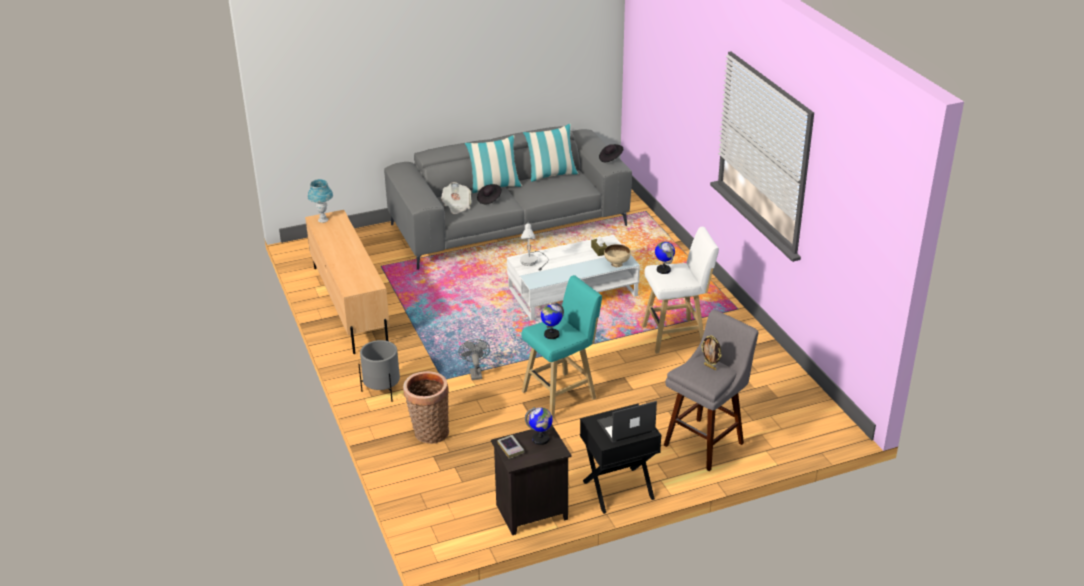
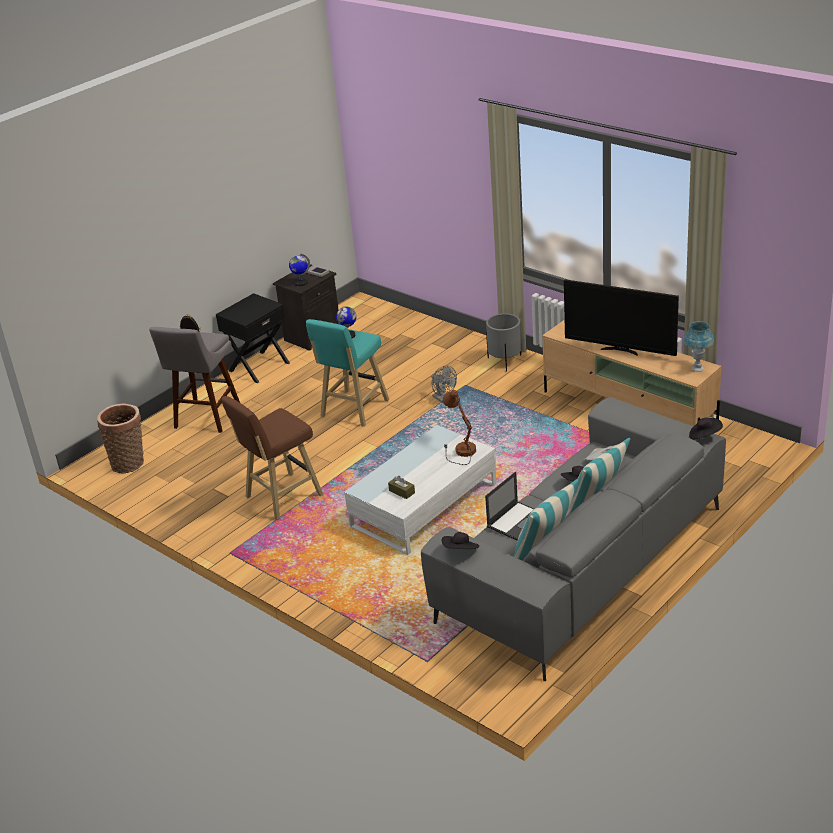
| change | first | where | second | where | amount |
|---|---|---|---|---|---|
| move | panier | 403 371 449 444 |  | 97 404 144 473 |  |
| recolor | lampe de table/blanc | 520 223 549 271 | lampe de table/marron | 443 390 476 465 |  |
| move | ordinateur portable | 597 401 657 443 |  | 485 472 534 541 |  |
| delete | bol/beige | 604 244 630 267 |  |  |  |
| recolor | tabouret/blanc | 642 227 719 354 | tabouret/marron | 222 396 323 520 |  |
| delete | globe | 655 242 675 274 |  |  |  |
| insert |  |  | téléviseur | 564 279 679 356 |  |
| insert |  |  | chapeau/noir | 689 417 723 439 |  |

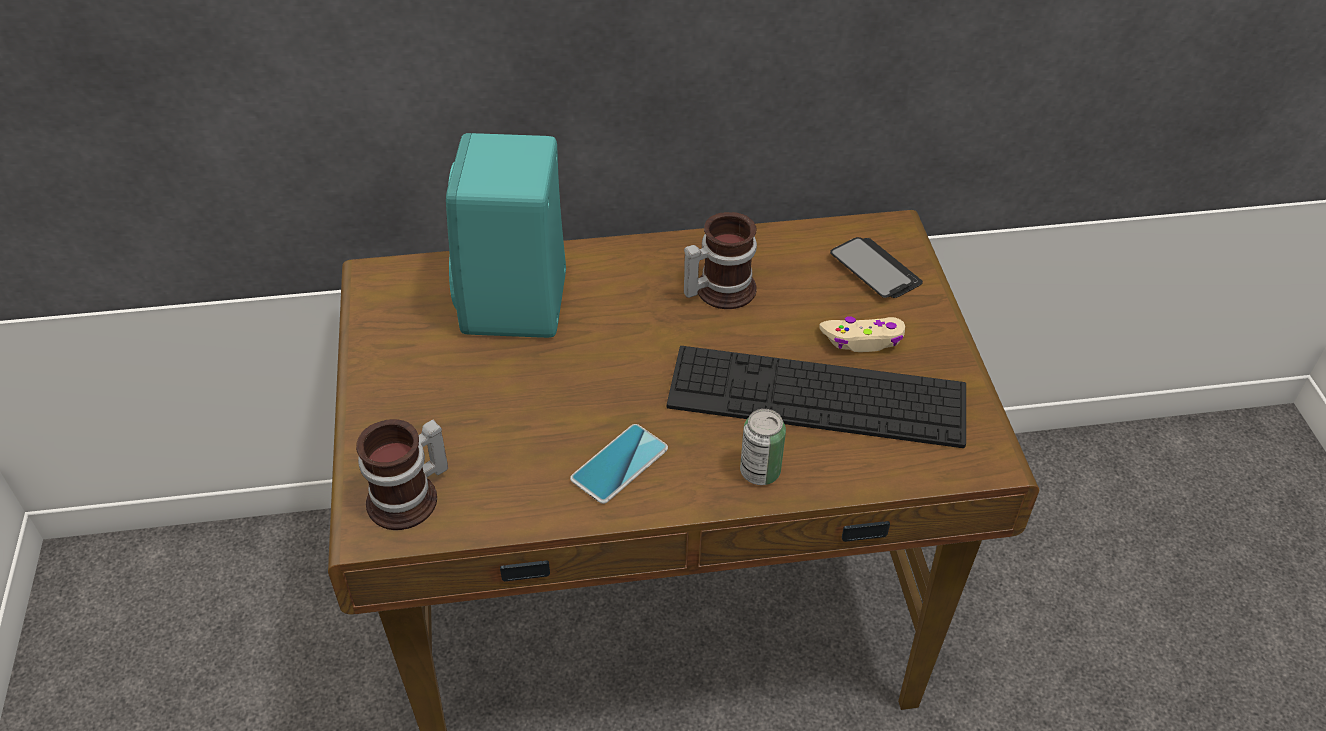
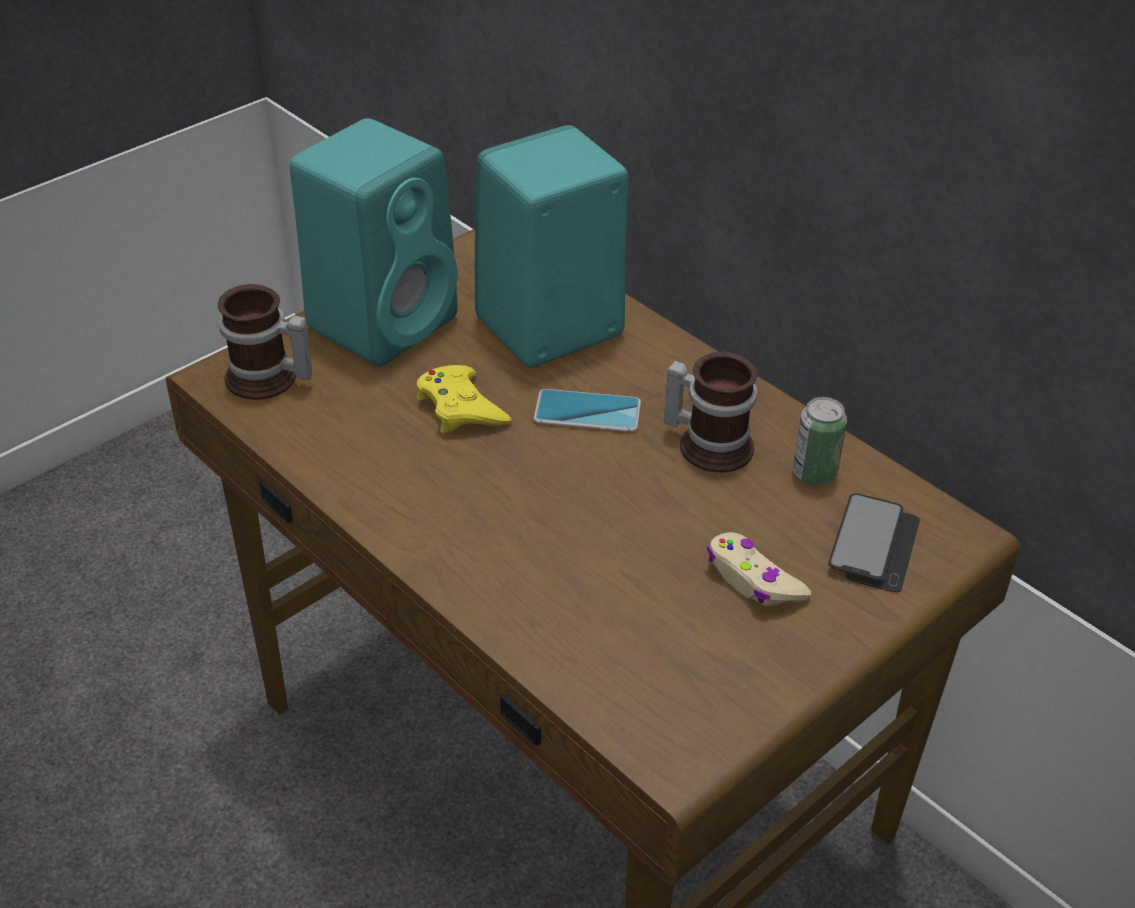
| change | first | where | second | where | amount |
|---|---|---|---|---|---|
| move | téléphone | 570 424 668 504 |  | 534 389 641 432 |  |
| delete | clavier | 667 346 966 448 |  |  |  |
| move | boîte métallique | 740 409 786 485 |  | 793 397 847 485 |  |
| insert |  |  | enceinte/turquoise | 290 118 457 366 |  |
| insert |  |  | manette/jaune | 417 365 512 433 |  |

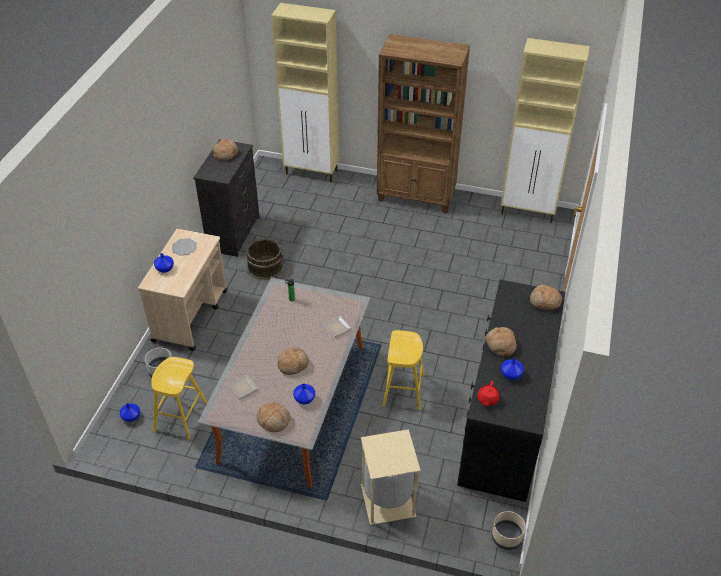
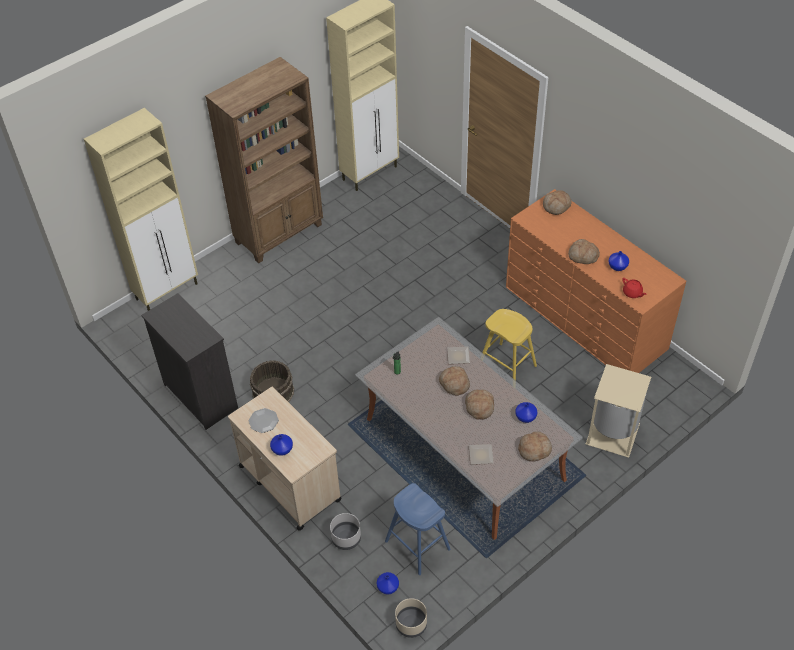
| change | first | where | second | where | amount |
|---|---|---|---|---|---|
| recolor | tabouret/jaune | 151 357 208 440 | tabouret/bleu | 385 483 451 575 |  |
| move | pain | 213 139 238 161 |  | 439 366 470 396 |  |
| recolor | commode/noir | 457 279 566 502 | commode/orange | 506 189 686 373 |  |
| move | cache-pot/beige | 492 511 525 550 |  | 395 598 427 638 |  |

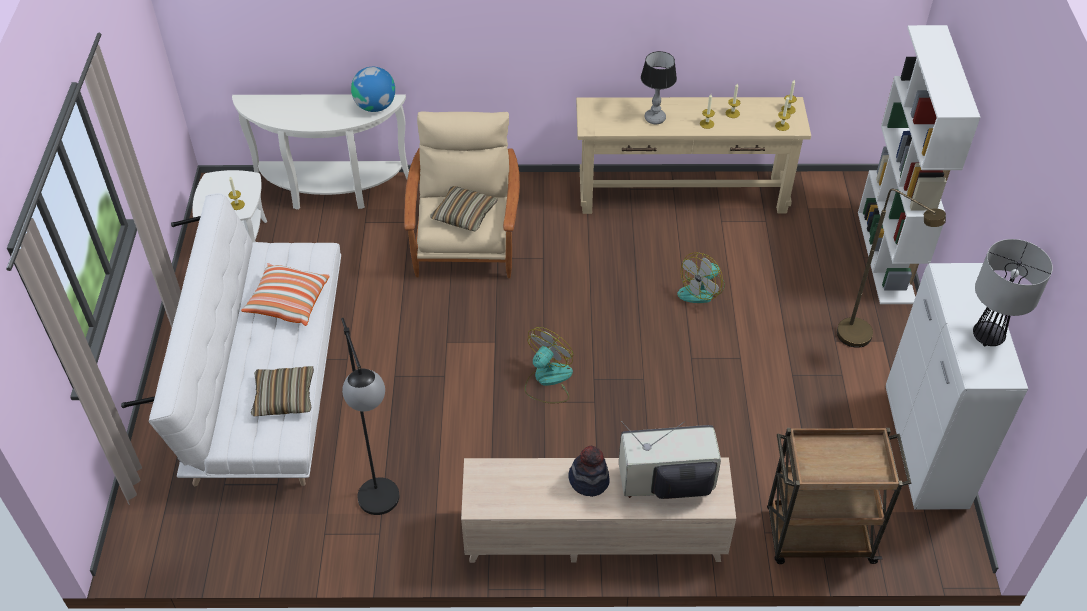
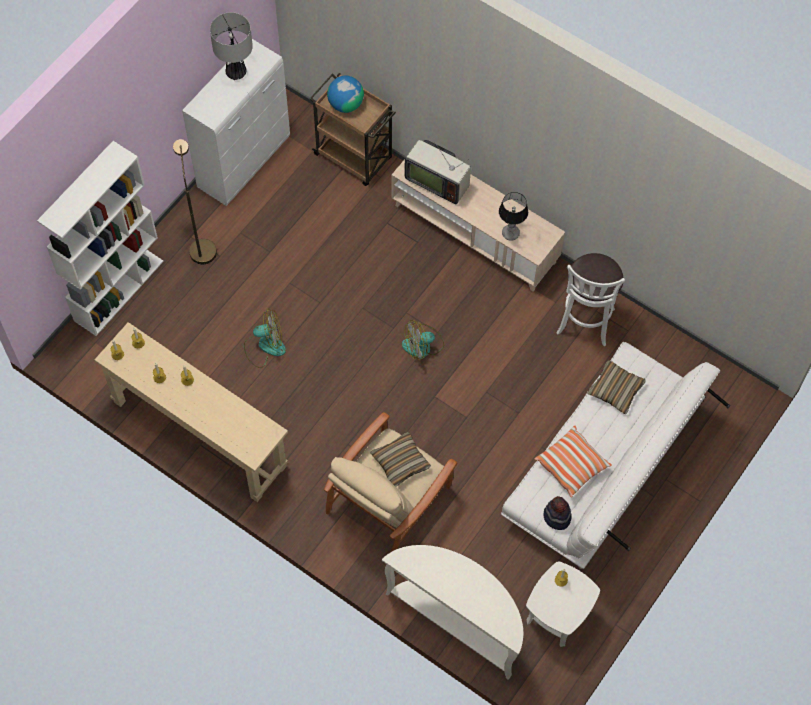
| change | first | where | second | where | amount |
|---|---|---|---|---|---|
| replace | lampadaire/noir | 341 318 399 515 | tabouret/blanc | 556 253 625 346 |  |
| move | globe | 351 67 395 112 |  | 327 75 364 113 |  |
| move | chapeau | 568 446 610 497 |  | 543 496 572 530 |  |
| move | lampe de table | 641 51 677 124 |  | 499 192 528 241 |  |

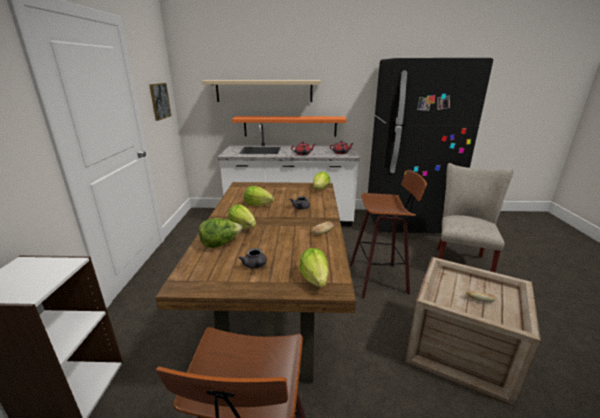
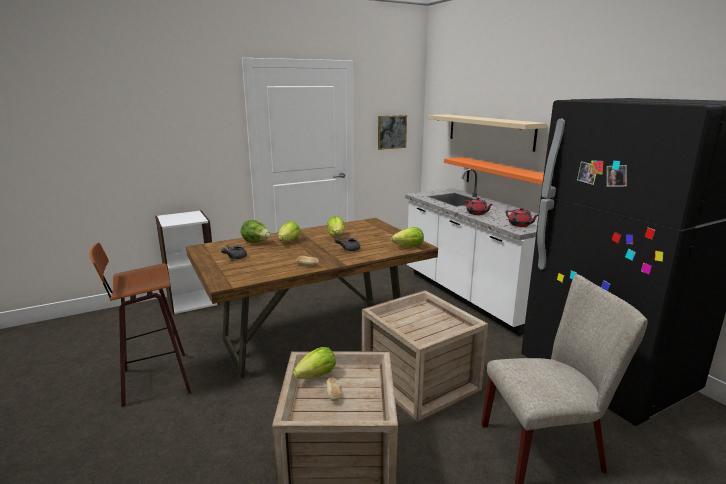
| change | first | where | second | where | amount |
|---|---|---|---|---|---|
| move | laitue | 299 248 329 287 |  | 293 347 336 379 |  |
| replace | tabouret | 350 170 427 299 | caisse | 362 290 488 422 |  |

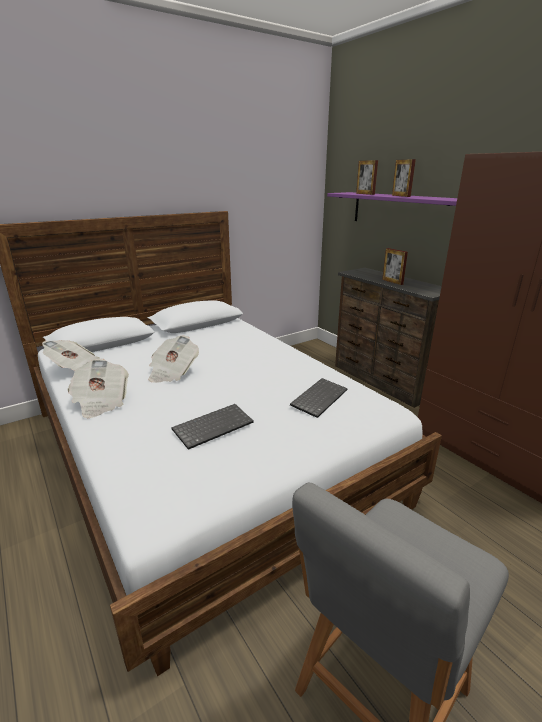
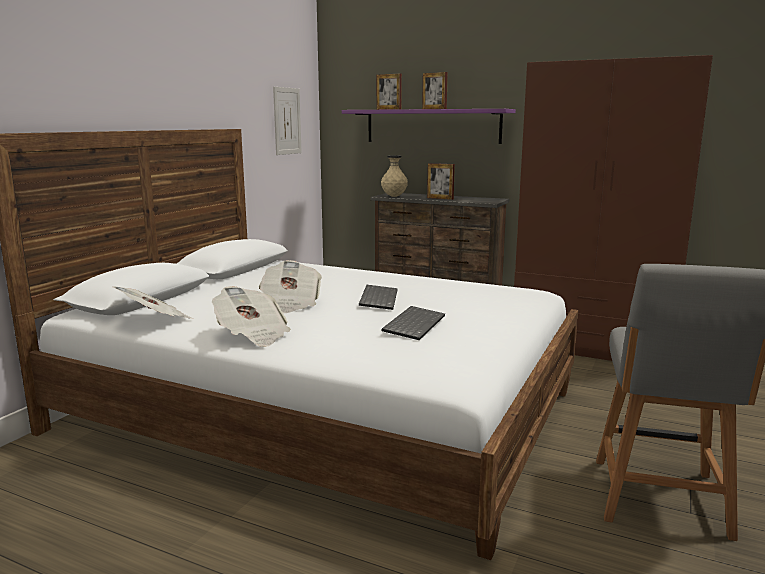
| change | first | where | second | where | amount |
|---|---|---|---|---|---|
| move | clavier | 290 378 348 418 |  | 359 285 398 310 |  |
| insert |  |  | tableau | 273 87 302 155 |  |
| insert |  |  | vase/beige | 381 155 408 197 |  |

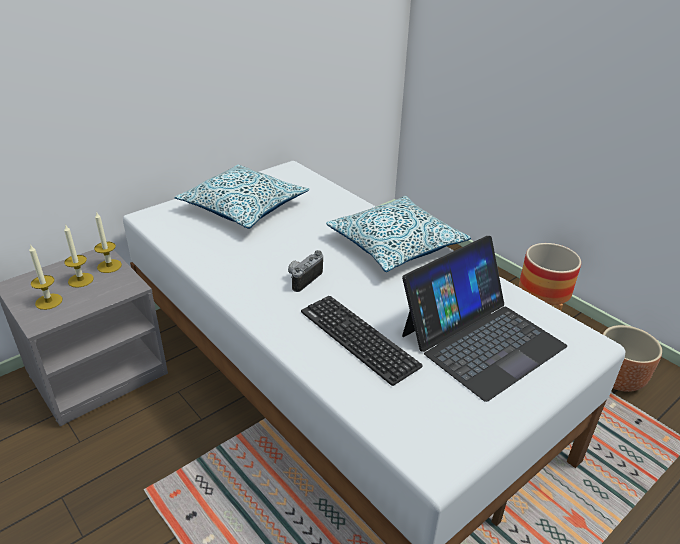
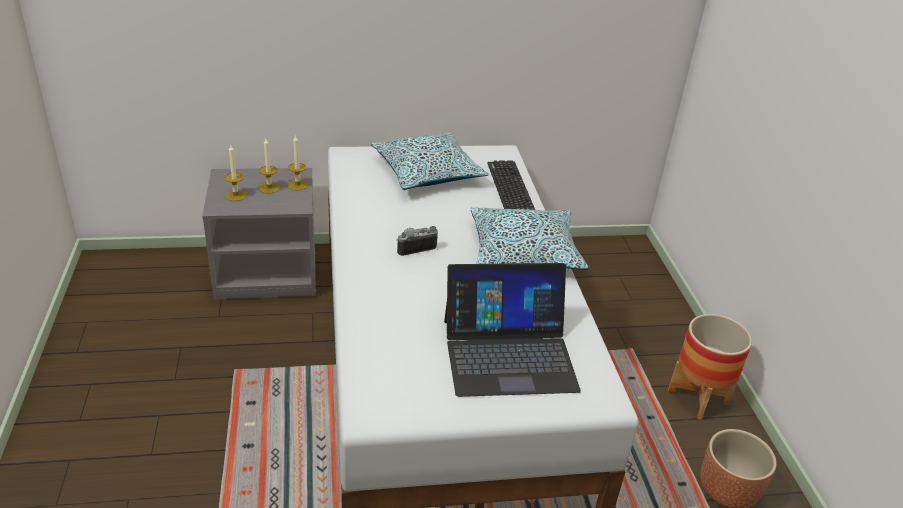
| change | first | where | second | where | amount |
|---|---|---|---|---|---|
| move | clavier | 301 296 423 386 |  | 487 160 535 210 |  |

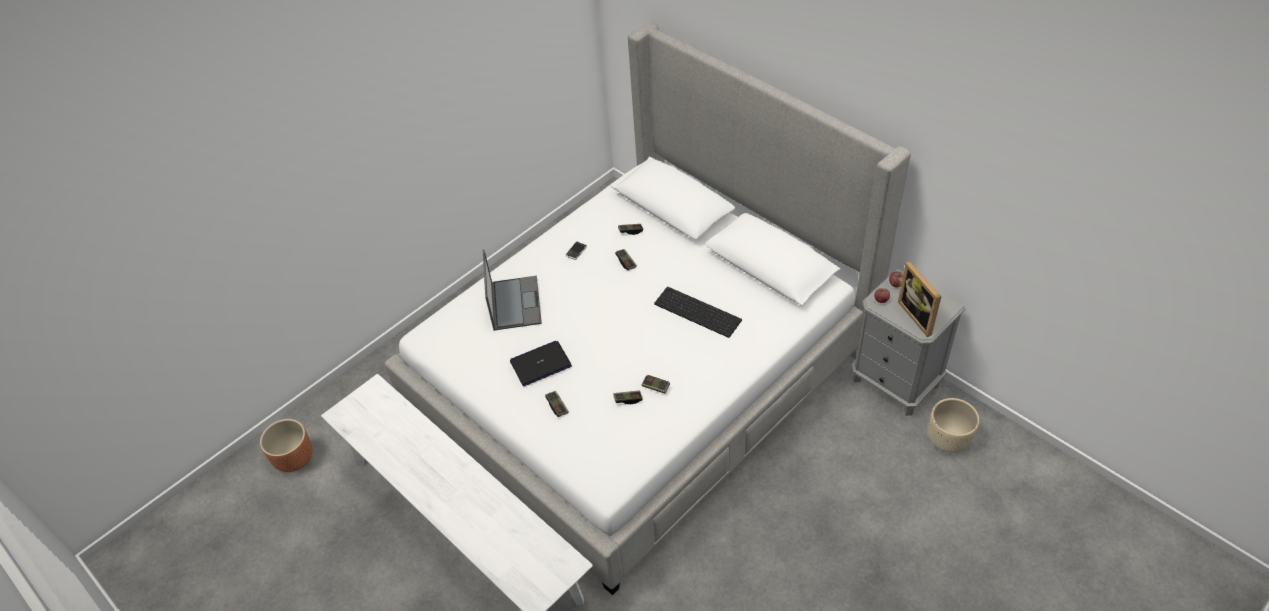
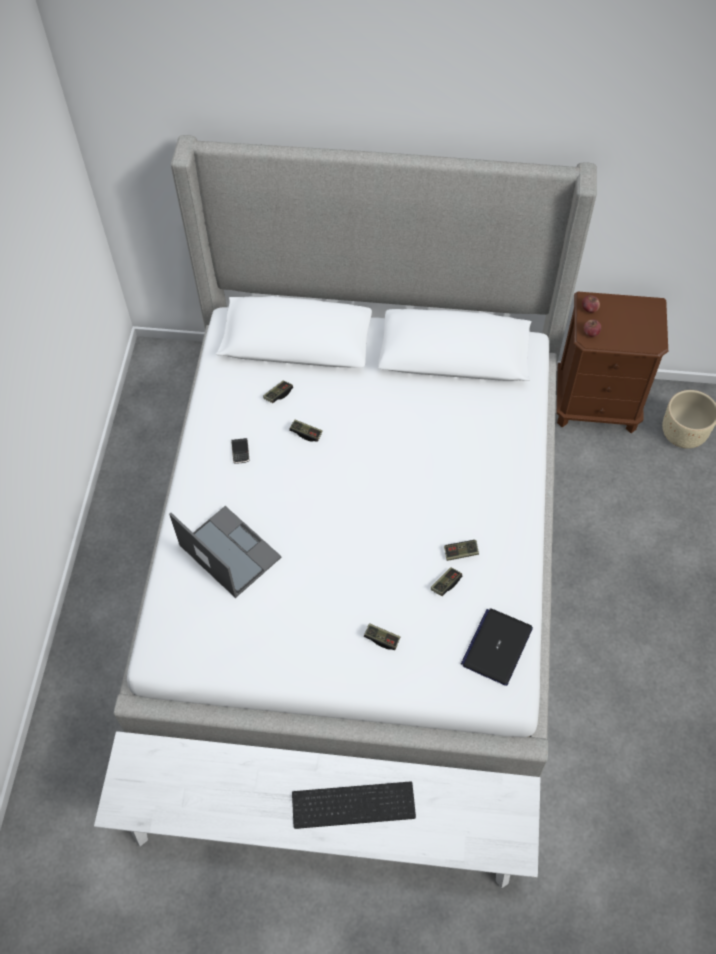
| change | first | where | second | where | amount |
|---|---|---|---|---|---|
| delete | cache-pot/marron | 260 419 313 472 |  |  |  |
| move | ordinateur portable | 510 341 572 386 |  | 461 609 533 686 |  |
| move | clavier | 654 287 742 338 |  | 292 781 416 829 |  |
| recolor | table de chevet/gris | 851 269 965 416 | table de chevet/marron | 557 291 668 433 |  |
| delete | cadre photo | 898 261 942 337 |  |  |  |

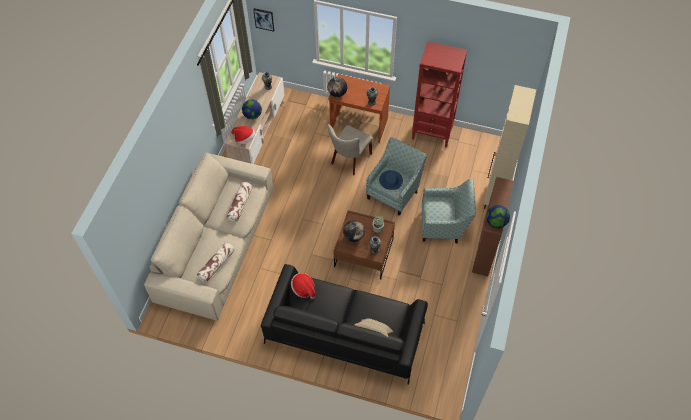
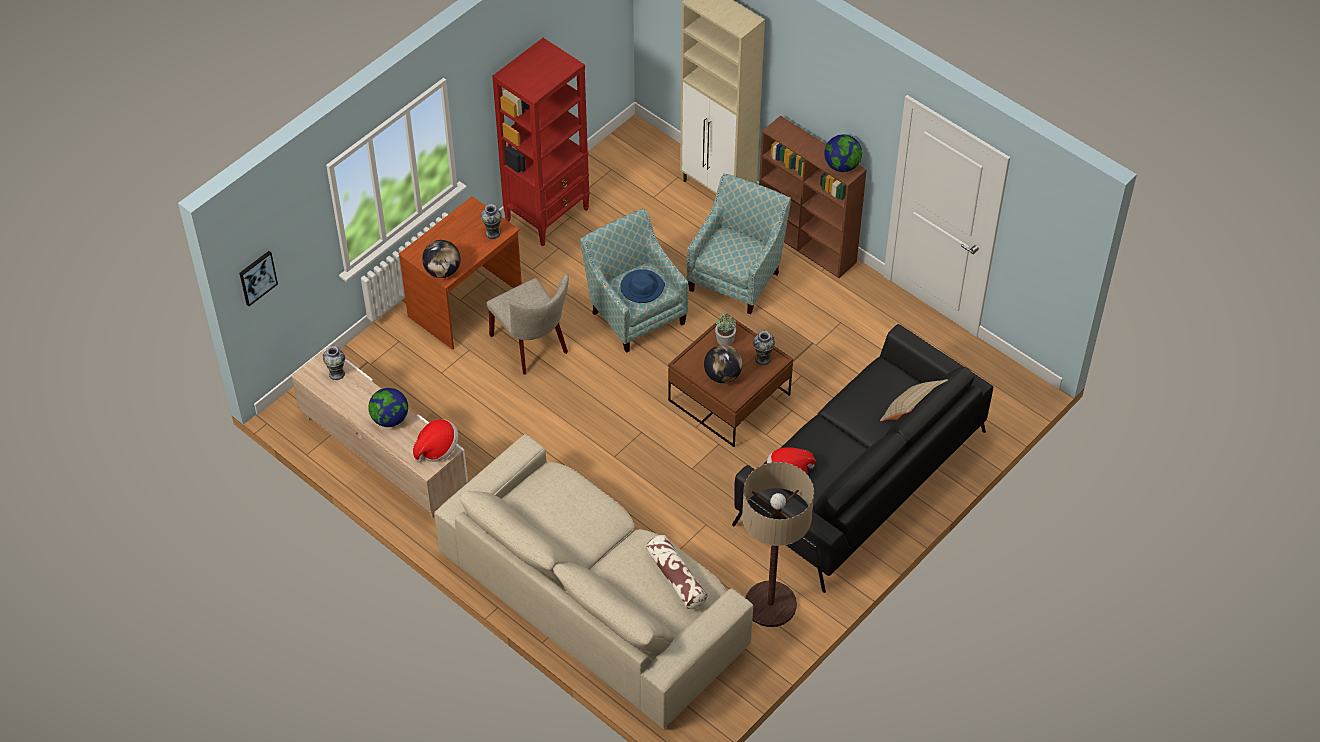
| change | first | where | second | where | amount |
|---|---|---|---|---|---|
| delete | coussin | 226 182 253 222 |  |  |  |
| insert |  |  | lampadaire | 742 462 814 627 |  |

